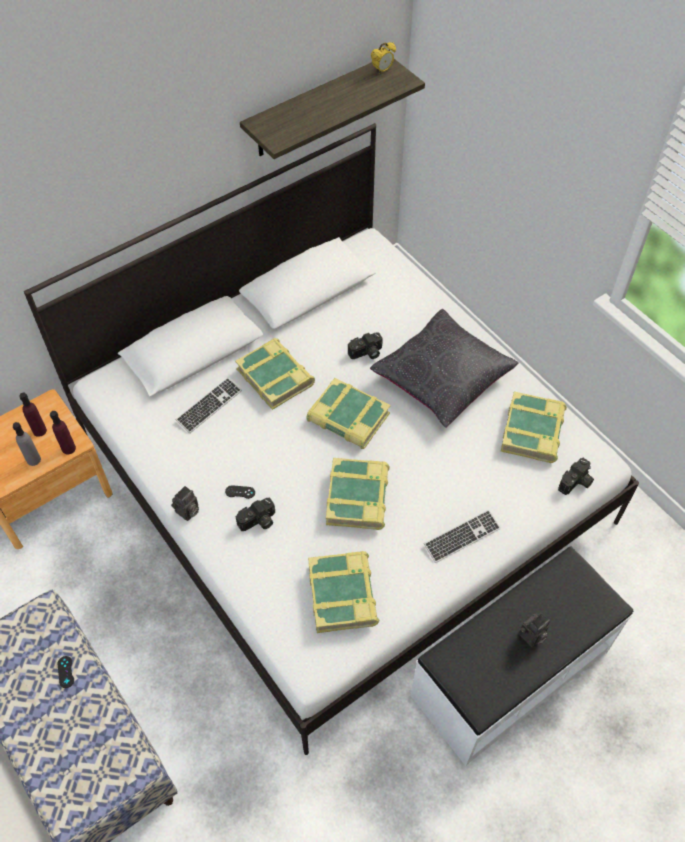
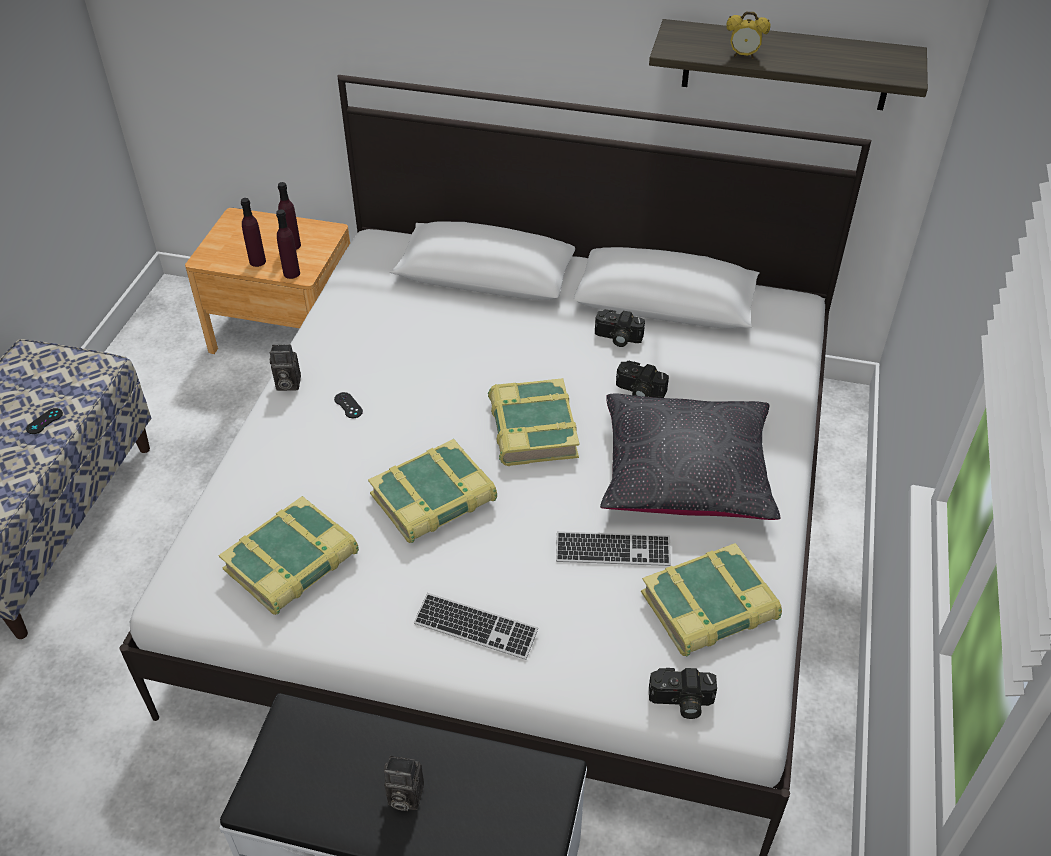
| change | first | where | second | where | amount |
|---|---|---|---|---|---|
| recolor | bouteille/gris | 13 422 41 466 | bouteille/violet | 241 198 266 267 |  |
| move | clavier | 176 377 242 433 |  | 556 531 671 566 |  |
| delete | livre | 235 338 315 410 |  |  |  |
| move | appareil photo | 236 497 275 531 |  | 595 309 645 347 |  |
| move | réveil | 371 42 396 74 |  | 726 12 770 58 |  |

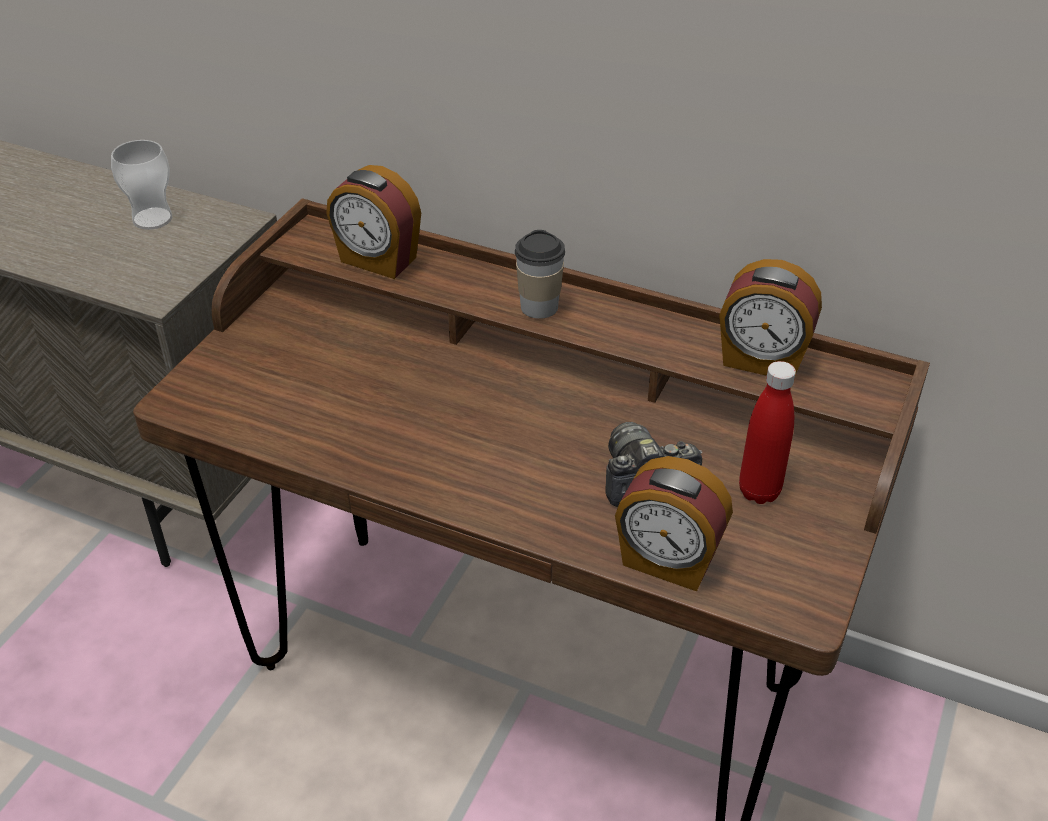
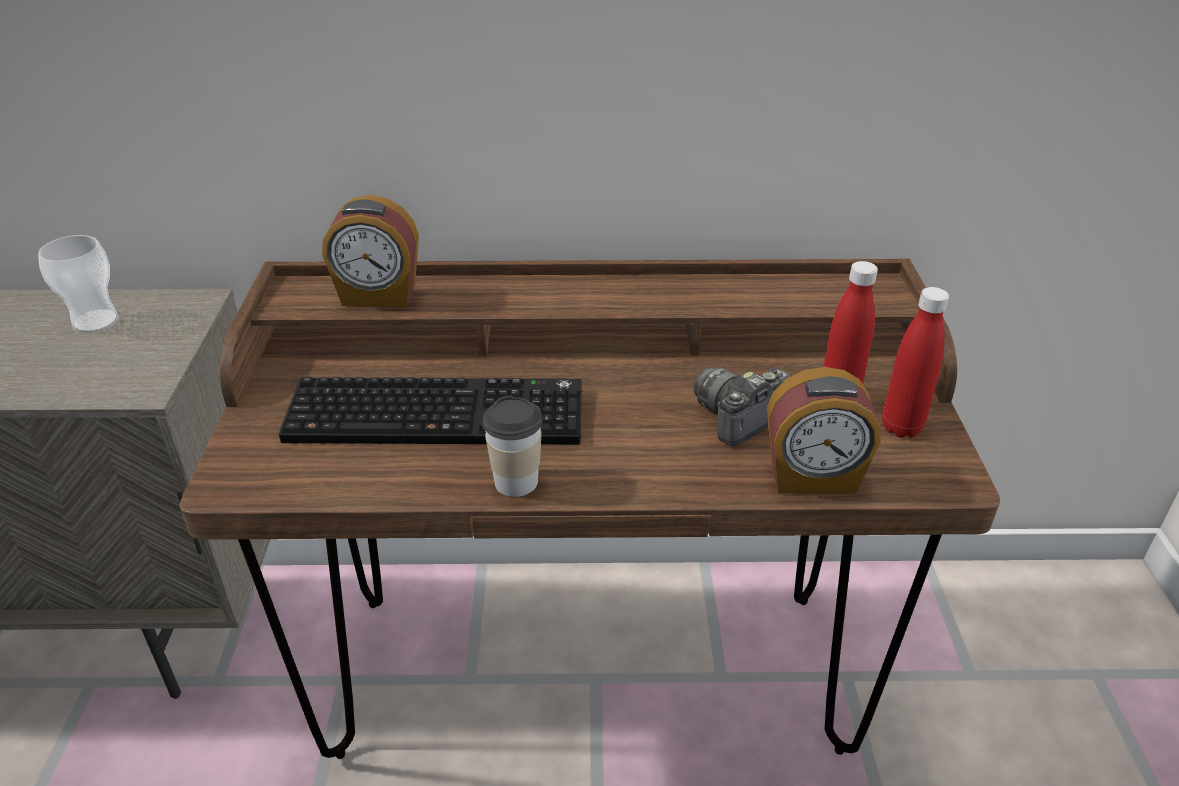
| change | first | where | second | where | amount |
|---|---|---|---|---|---|
| move | tasse | 515 230 565 319 |  | 483 396 542 497 |  |
| delete | réveil | 719 259 822 376 |  |  |  |
| insert |  |  | clavier | 278 377 582 445 |  |
| insert |  |  | bouteille/rouge | 882 287 949 438 |  |

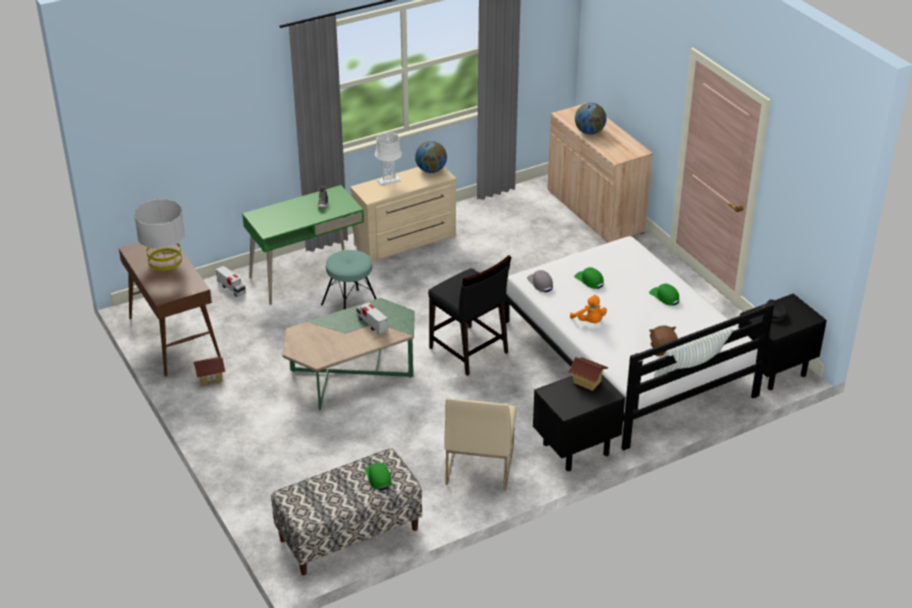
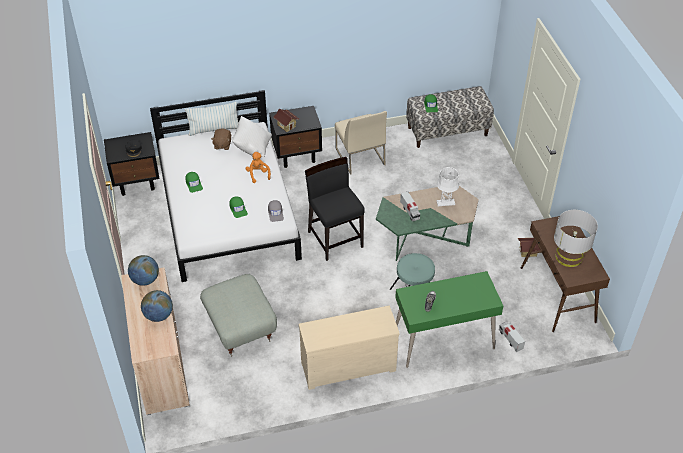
| change | first | where | second | where | amount |
|---|---|---|---|---|---|
| move | lampe de table/blanc | 375 132 402 185 |  | 436 167 459 206 |  |
| move | globe | 415 141 447 173 |  | 128 255 159 286 |  |
| rotate | chaise/beige | 444 398 517 491 |  | 335 111 387 175 | 135 degrees clockwise |
| insert |  |  | pouf/gris | 200 274 277 356 |  |
| insert |  |  | coussin/blanc | 232 116 272 157 |  |

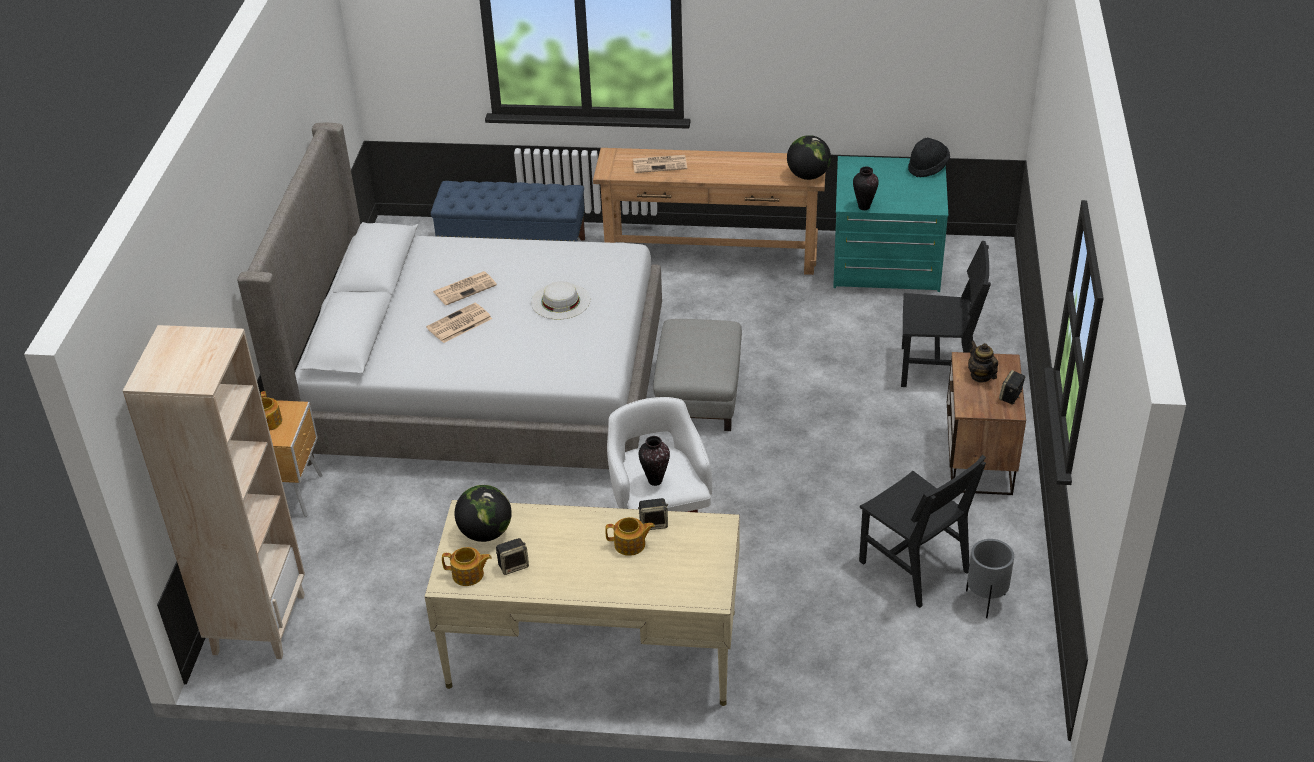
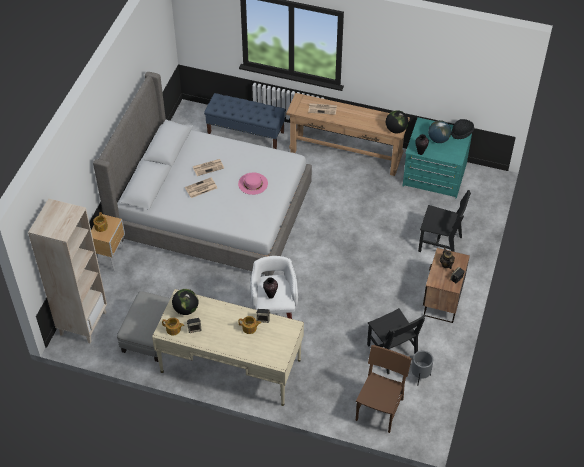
| change | first | where | second | where | amount |
|---|---|---|---|---|---|
| recolor | chapeau/blanc | 531 281 590 320 | chapeau/rose | 238 173 268 195 |  |
| move | pouf/gris | 653 319 742 431 |  | 117 291 170 362 |  |
| insert |  |  | chaise/marron | 356 345 412 433 |  |
| insert |  |  | globe | 428 120 451 143 |  |

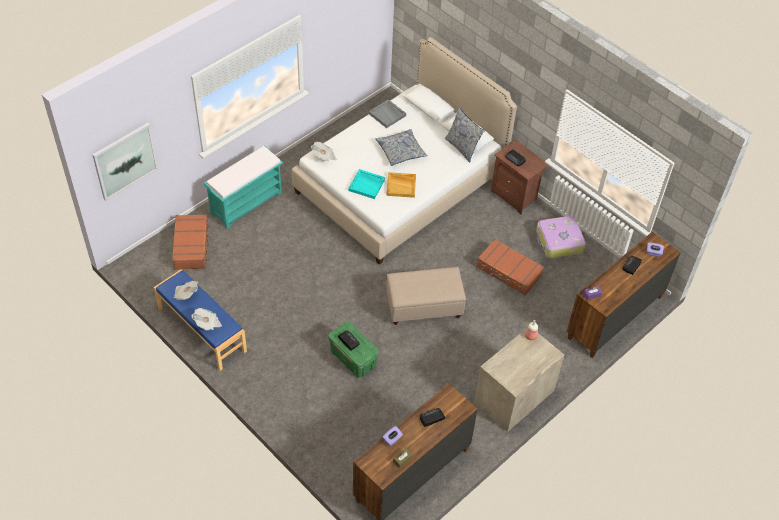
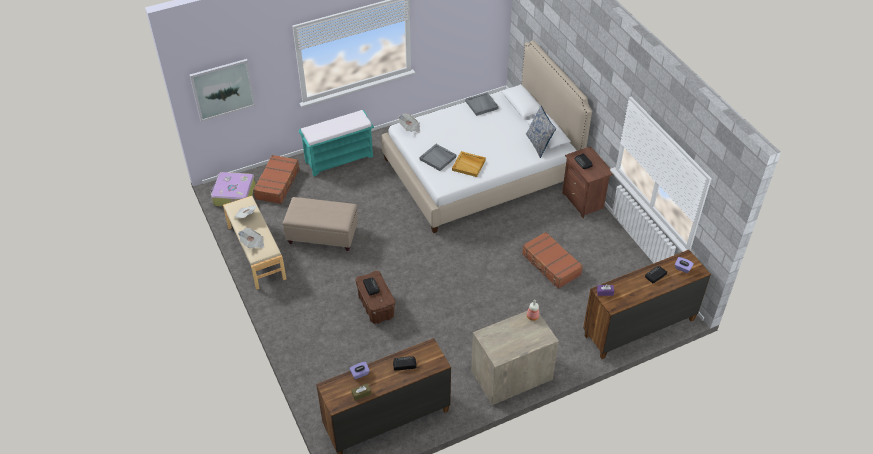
| change | first | where | second | where | amount |
|---|---|---|---|---|---|
| recolor | banc/bleu | 154 269 247 371 | banc/beige | 223 196 286 290 |  |
| recolor | boîte de rangement/vert | 328 322 379 378 | boîte de rangement/marron | 355 271 395 324 |  |
| recolor | plateau/turquoise | 349 169 385 199 | plateau/gris | 420 144 456 171 |  |
| delete | coussin | 376 129 428 166 |  |  |  |
| move | pouf/beige | 386 267 466 325 |  | 283 197 358 251 |  |
| move | valise | 536 216 586 258 |  | 211 172 256 206 |  |

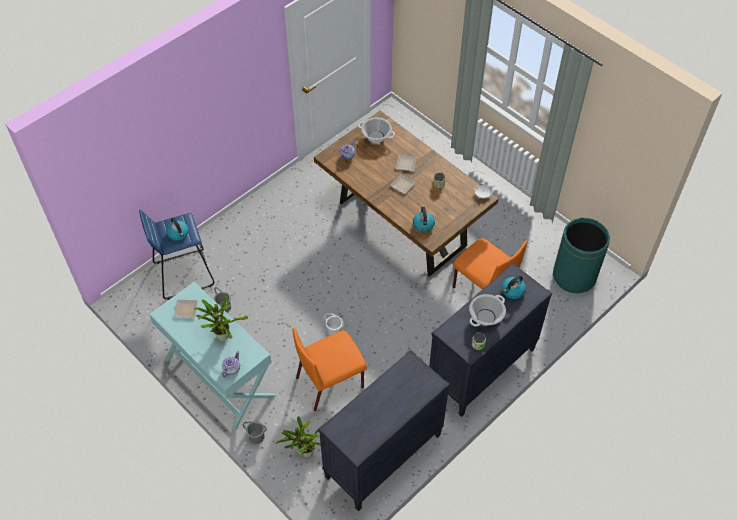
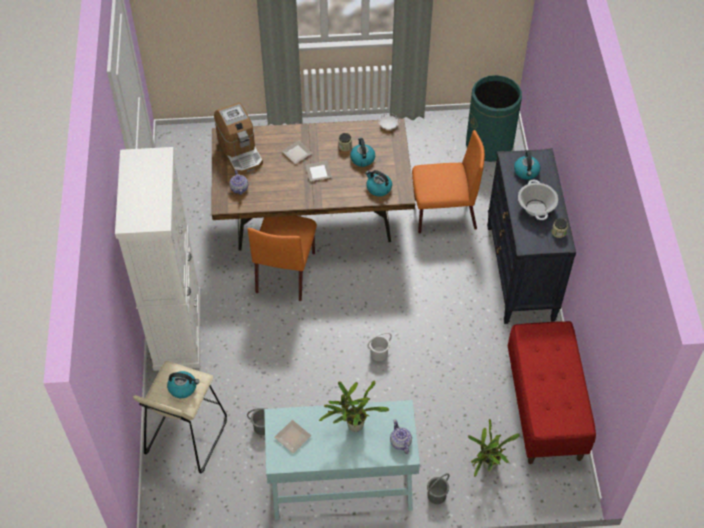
| change | first | where | second | where | amount |
|---|---|---|---|---|---|
| recolor | tabouret/bleu | 139 210 214 300 | tabouret/beige | 133 361 227 473 |  |
| move | chaise/orange | 292 328 367 411 |  | 248 216 317 301 |  |
| replace | commode/noir | 318 350 450 511 | banc/rouge | 508 321 596 464 |  |
| replace | marmite | 358 117 395 143 | machine à café | 214 103 263 174 |  |
| insert |  |  | meuble de rangement/blanc | 115 147 201 371 |  |
| insert |  |  | bouilloire | 350 137 375 167 |  |

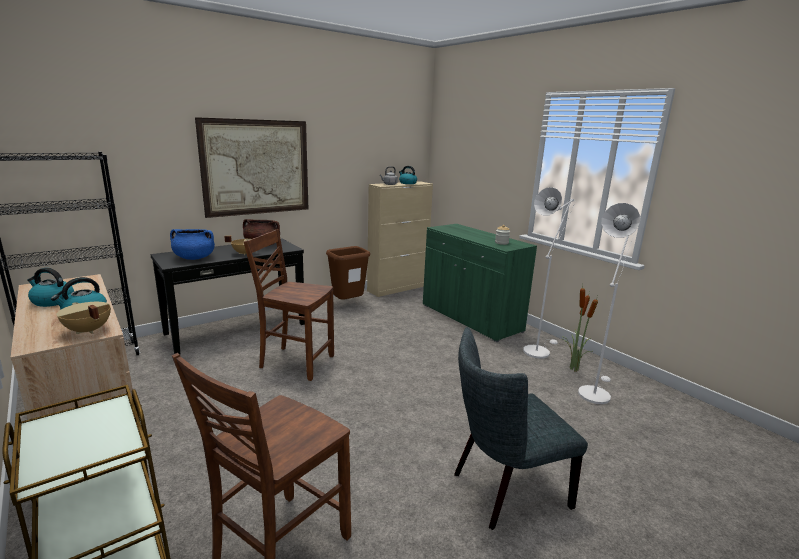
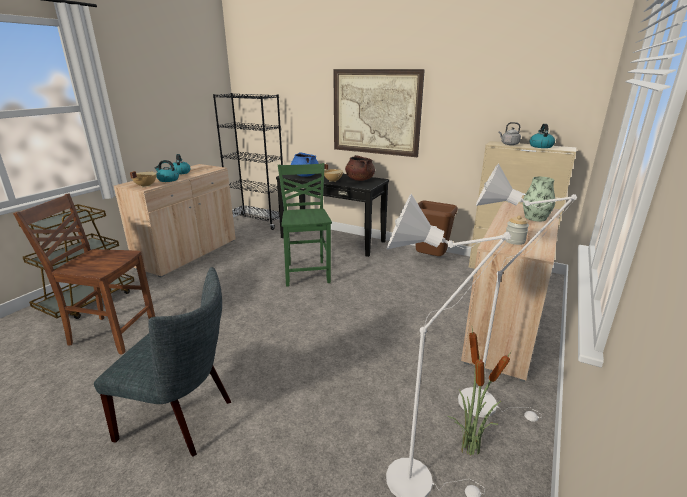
| change | first | where | second | where | amount |
|---|---|---|---|---|---|
| recolor | chaise/marron | 244 229 334 381 | chaise/vert | 278 163 332 287 |  |
| recolor | meuble de rangement/vert | 423 224 537 342 | meuble de rangement/beige | 461 202 560 382 |  |
| rotate | chaise/gris | 454 327 588 530 |  | 94 267 231 457 | 150 degrees clockwise |
| insert |  |  | vase | 523 177 555 221 |  |

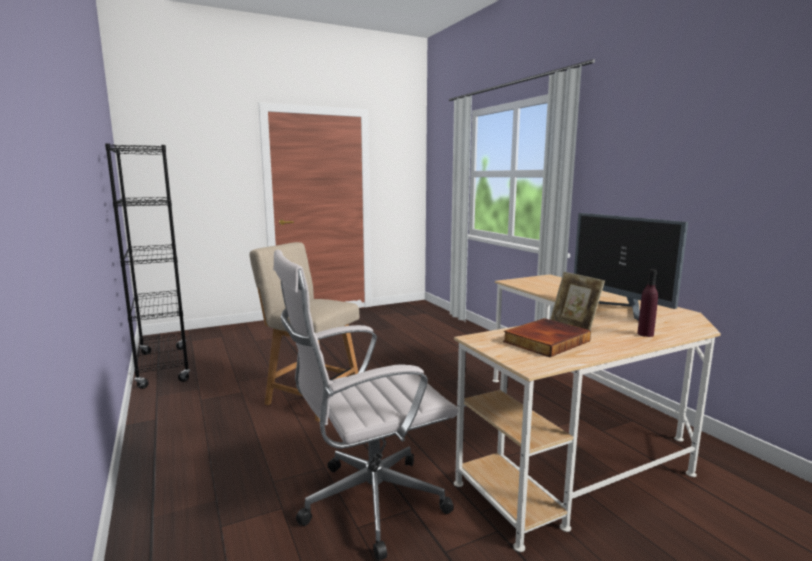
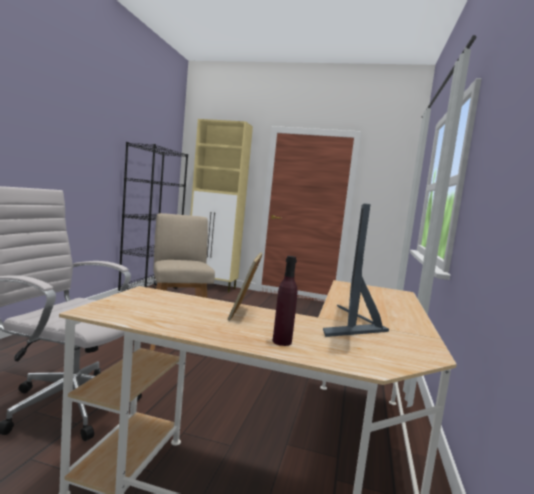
| change | first | where | second | where | amount |
|---|---|---|---|---|---|
| delete | livre | 503 318 591 357 |  |  |  |
| insert |  |  | meuble de rangement/beige | 190 119 253 293 |  |

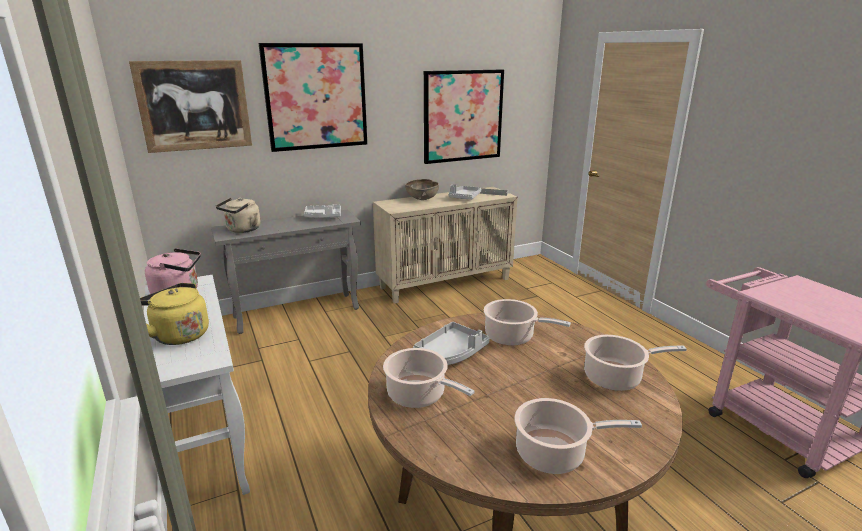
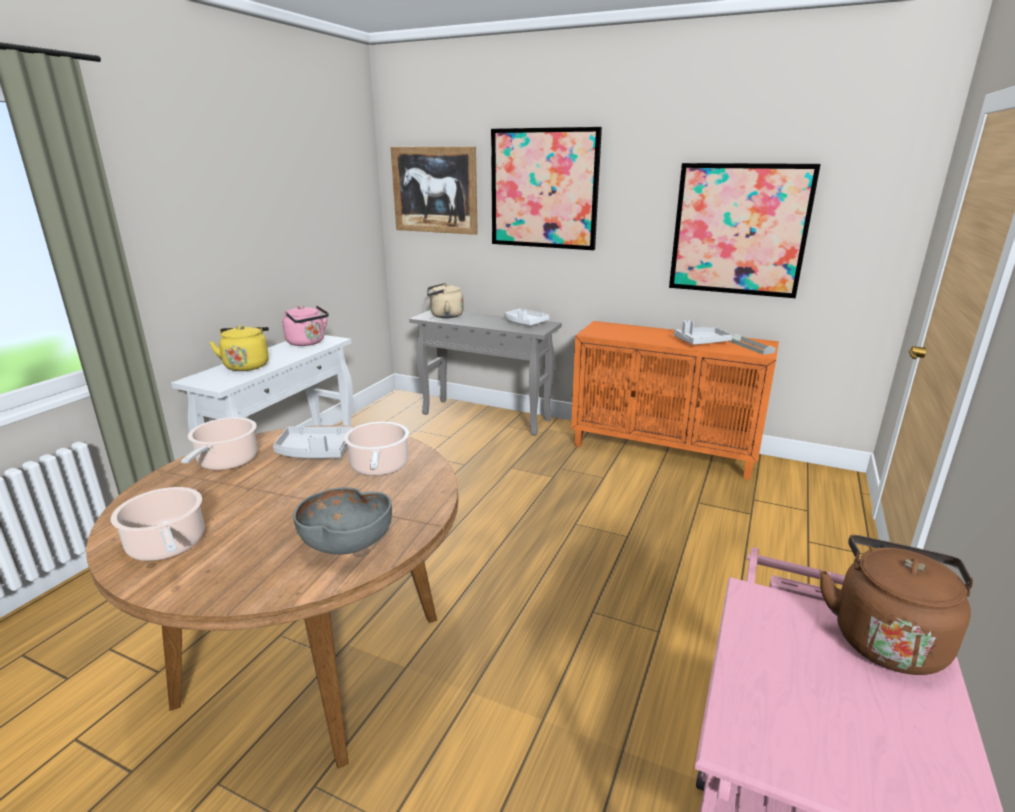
| change | first | where | second | where | amount |
|---|---|---|---|---|---|
| recolor | meuble de rangement/beige | 373 187 518 304 | meuble de rangement/orange | 571 321 779 480 |  |
| delete | bol/marron | 405 179 439 200 |  |  |  |
| replace | marmite | 584 335 687 391 | bol/gris | 293 487 392 555 |  |
| insert |  |  | bouilloire/marron | 820 535 973 675 |  |

